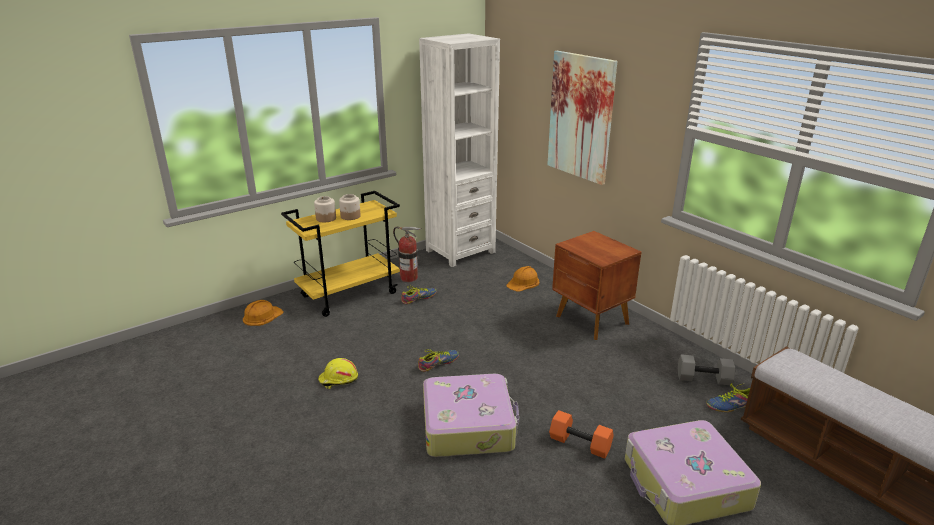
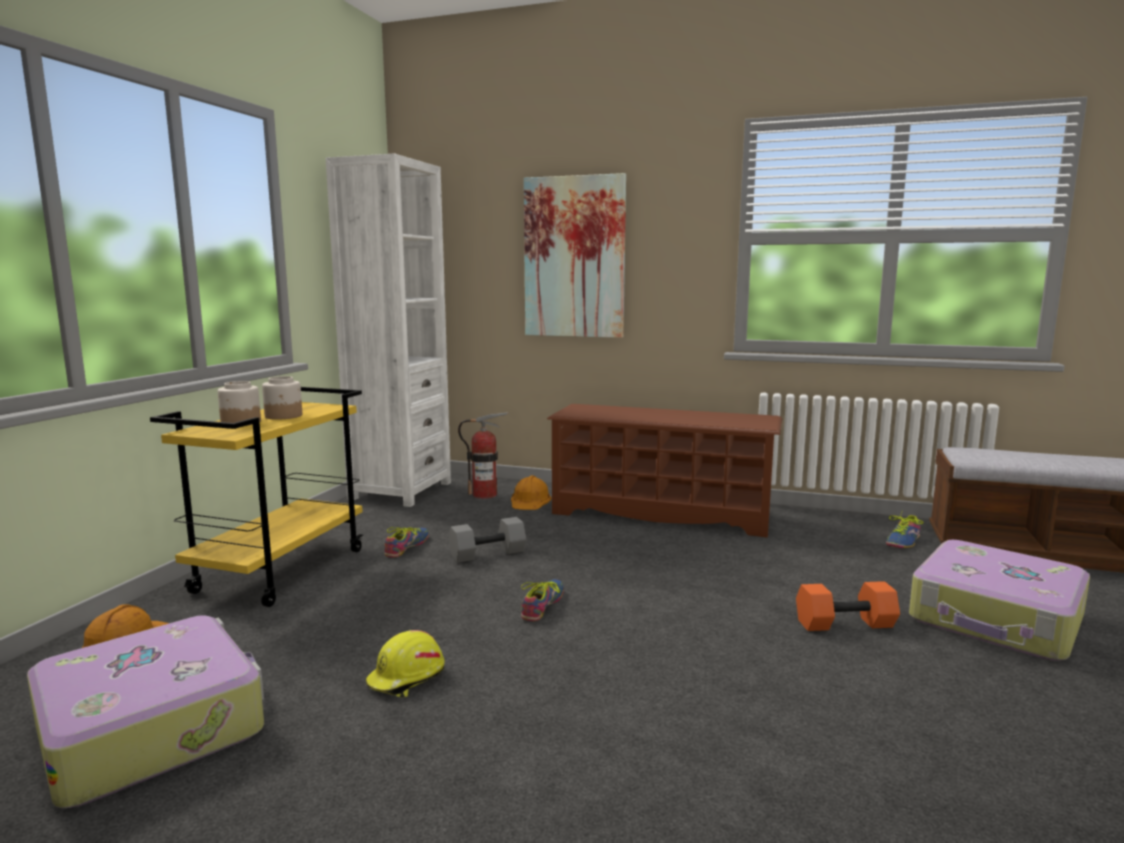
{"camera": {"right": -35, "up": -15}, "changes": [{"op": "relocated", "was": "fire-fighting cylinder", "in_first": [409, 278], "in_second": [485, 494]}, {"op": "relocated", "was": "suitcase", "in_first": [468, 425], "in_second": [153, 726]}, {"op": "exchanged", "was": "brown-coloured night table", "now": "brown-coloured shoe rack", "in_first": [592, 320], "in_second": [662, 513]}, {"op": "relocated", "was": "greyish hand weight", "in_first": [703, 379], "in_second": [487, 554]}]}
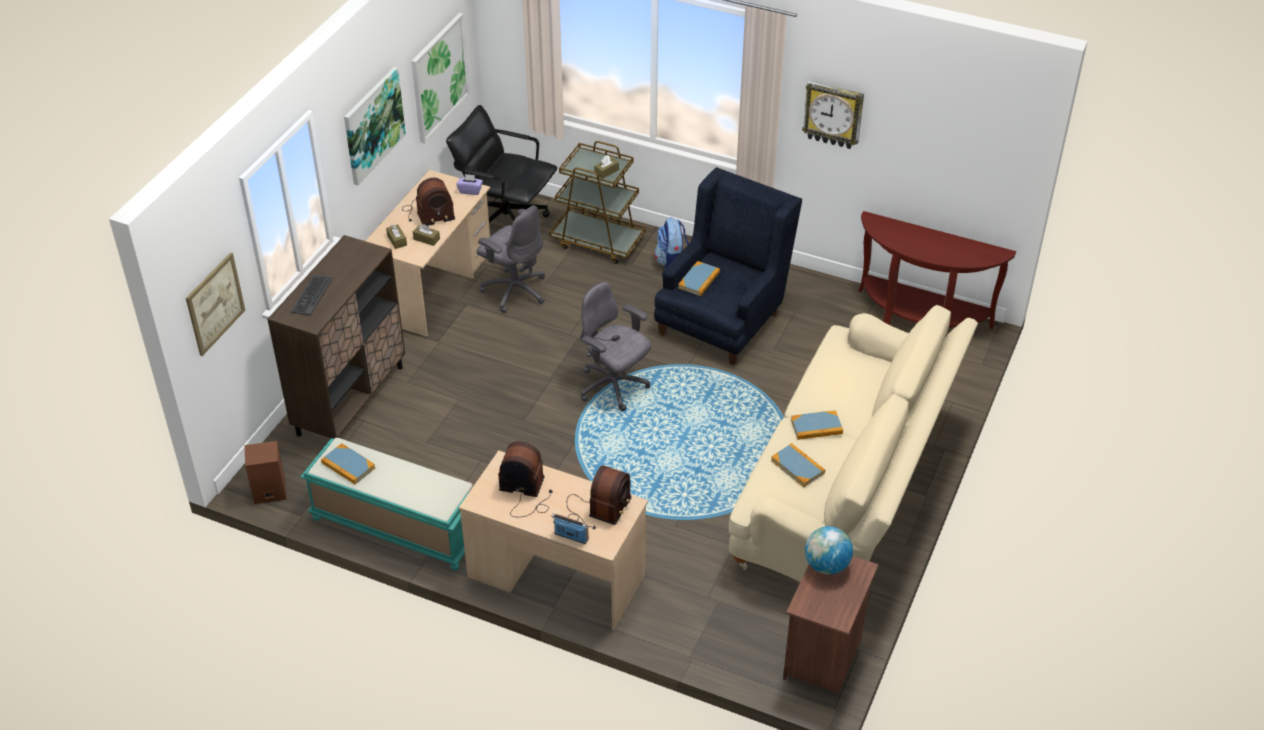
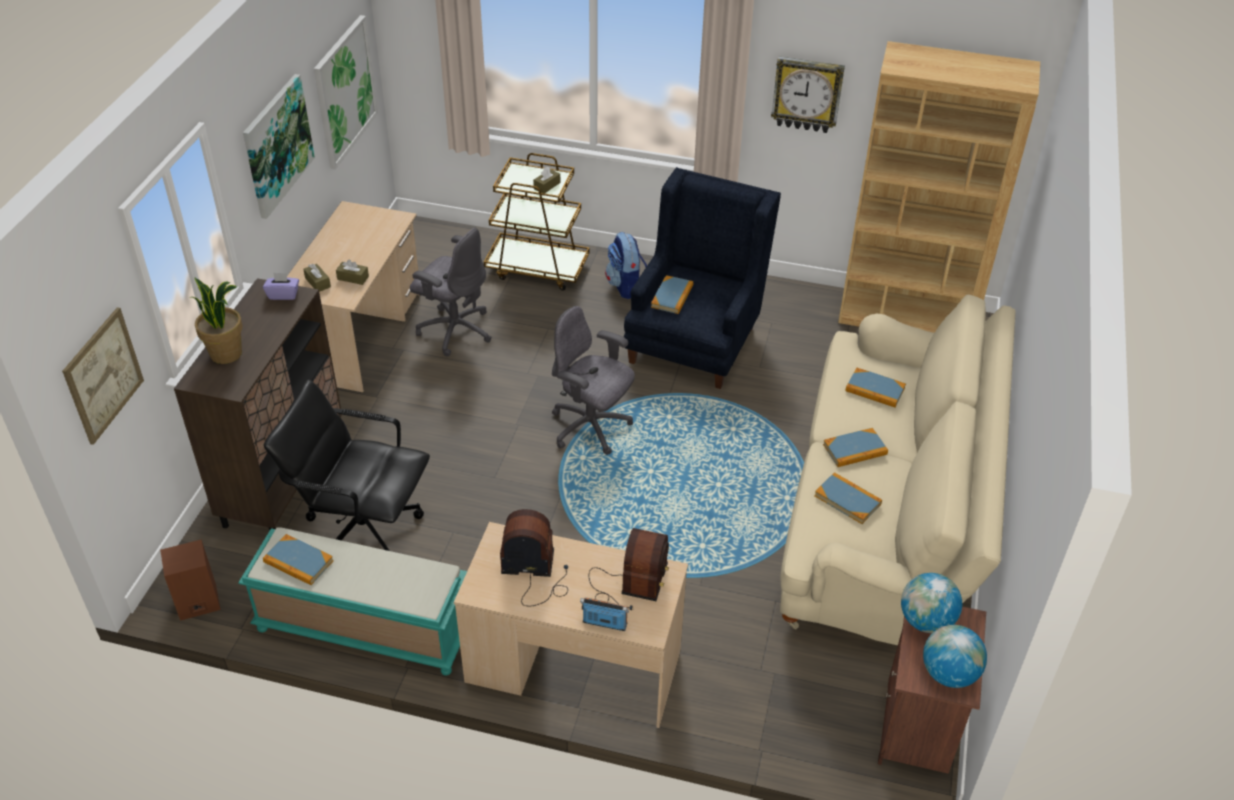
{"camera": {"right": -10, "up": 0}, "changes": [{"op": "exchanged", "was": "PC keyboard", "now": "plant in a pot", "in_first": [311, 295], "in_second": [227, 353]}, {"op": "missing", "was": "radio", "in_first": [428, 213]}, {"op": "relocated", "was": "black computer chair", "in_first": [505, 220], "in_second": [362, 530]}, {"op": "relocated", "was": "purple box of tissues", "in_first": [470, 191], "in_second": [283, 294]}, {"op": "exchanged", "was": "brown-coloured hall table", "now": "brown-coloured shelving unit", "in_first": [920, 319], "in_second": [907, 318]}, {"op": "appeared", "now": "bound book", "in_second": [875, 390]}, {"op": "appeared", "now": "world globe", "in_second": [948, 674]}]}
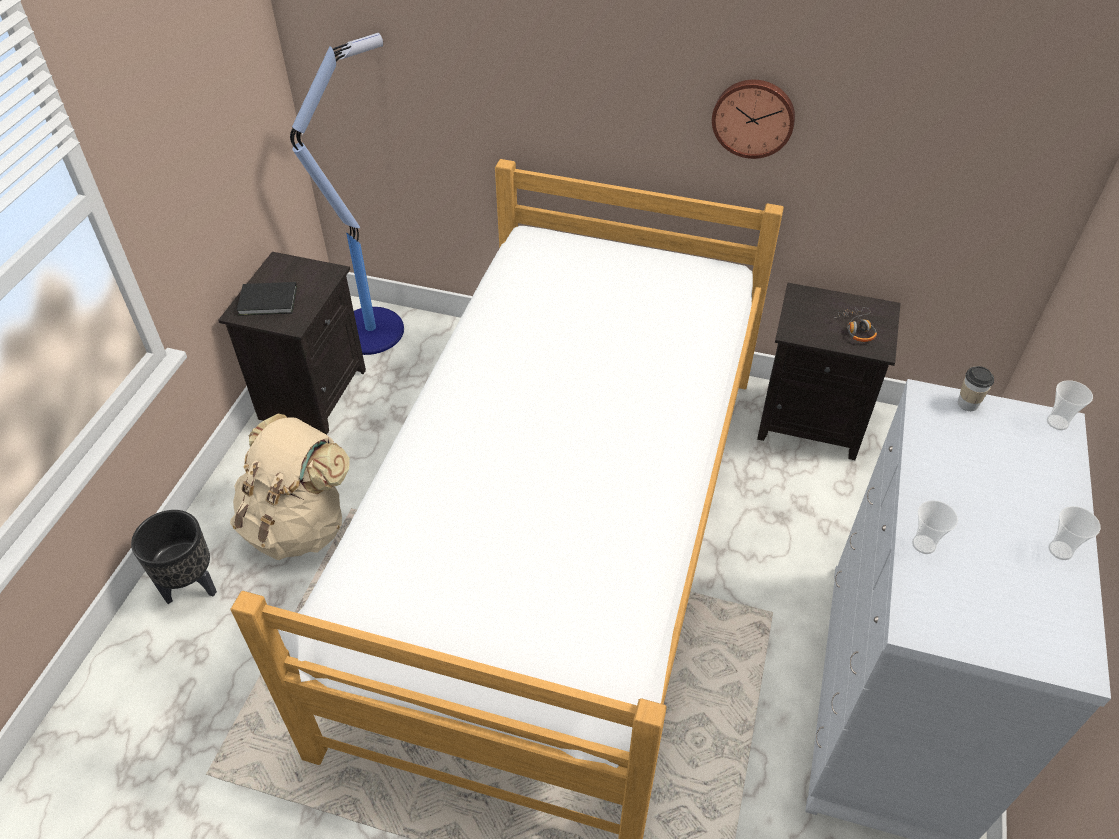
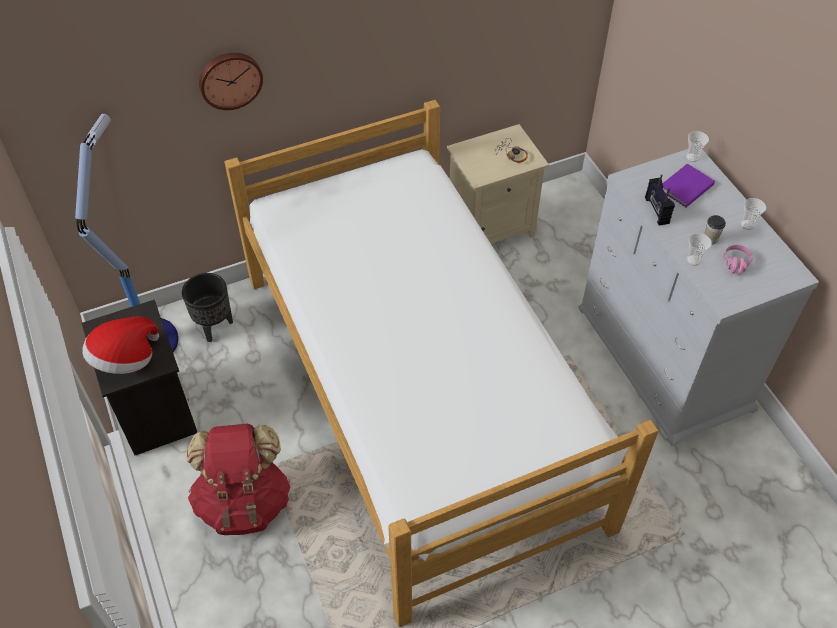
{"camera": {"right": -40, "up": 5}, "changes": [{"op": "relocated", "was": "black plant pot", "in_first": [192, 587], "in_second": [215, 327]}, {"op": "colour", "was": "beige rucksack", "now": "red-coloured rucksack", "in_first": [298, 524], "in_second": [244, 501]}, {"op": "exchanged", "was": "black bound book", "now": "wearable hat", "in_first": [269, 301], "in_second": [125, 359]}, {"op": "relocated", "was": "hanging clock", "in_first": [753, 117], "in_second": [230, 79]}, {"op": "colour", "was": "black night table", "now": "beige night table", "in_first": [812, 421], "in_second": [491, 226]}, {"op": "relocated", "was": "cup", "in_first": [967, 403], "in_second": [710, 239]}, {"op": "appeared", "now": "radio", "in_second": [656, 210]}, {"op": "appeared", "now": "purple bound book", "in_second": [684, 187]}, {"op": "appeared", "now": "pink-coloured headset", "in_second": [735, 267]}]}
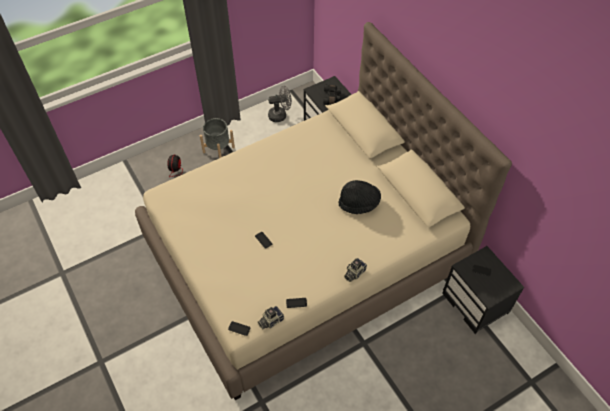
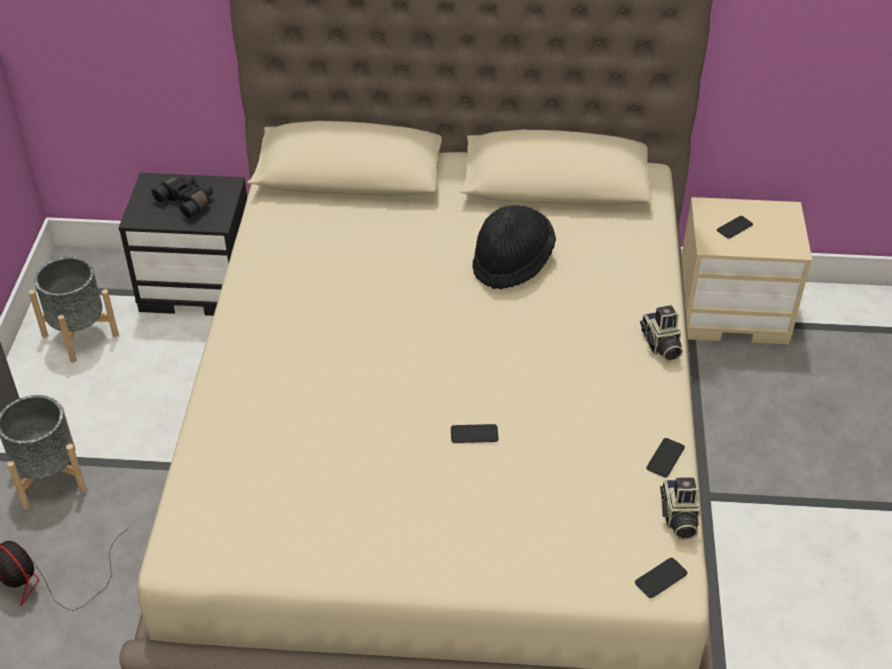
{"camera": {"right": -55, "up": -10}, "changes": [{"op": "exchanged", "was": "greyish cooling fan", "now": "greyish plant pot", "in_first": [280, 115], "in_second": [80, 335]}, {"op": "colour", "was": "black night table", "now": "beige night table", "in_first": [476, 303], "in_second": [733, 311]}]}
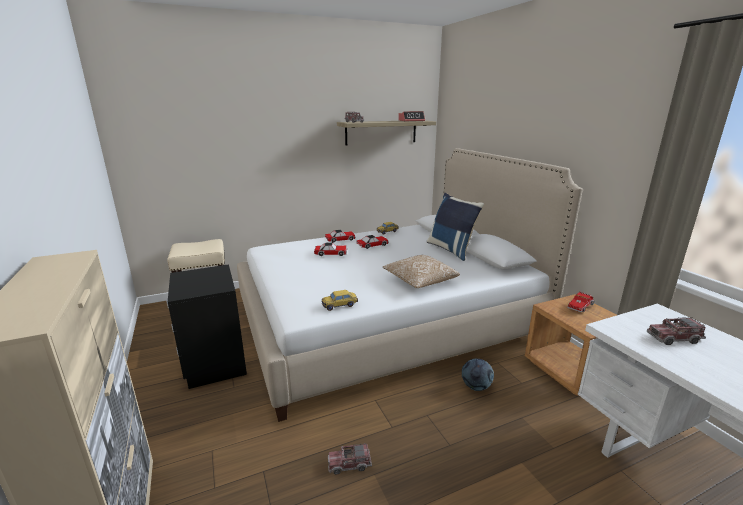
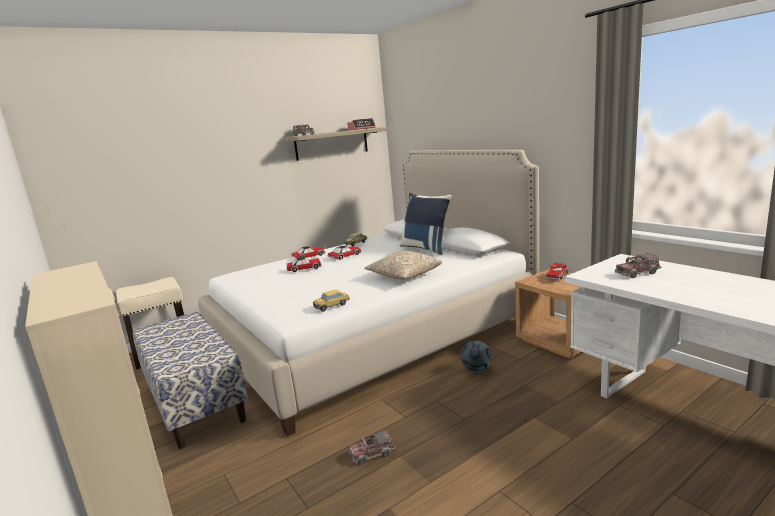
{"camera": {"right": -10, "up": -5}, "changes": [{"op": "exchanged", "was": "black night table", "now": "bench", "in_first": [214, 363], "in_second": [195, 402]}]}
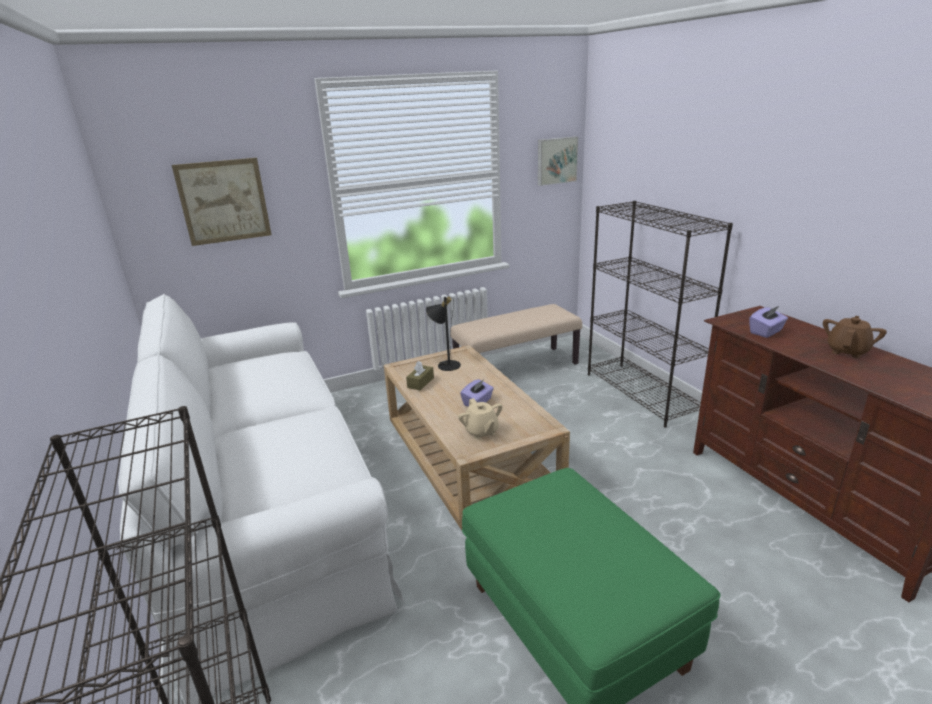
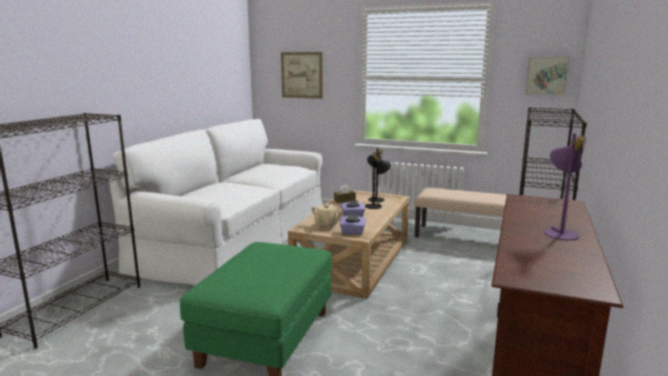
{"camera": {"right": 45, "up": -10}, "changes": [{"op": "relocated", "was": "purple box of tissues", "in_first": [766, 332], "in_second": [352, 232]}, {"op": "exchanged", "was": "brown-coloured pot for tea", "now": "purple table lamp", "in_first": [847, 351], "in_second": [559, 232]}, {"op": "appeared", "now": "black table lamp", "in_second": [376, 206]}]}
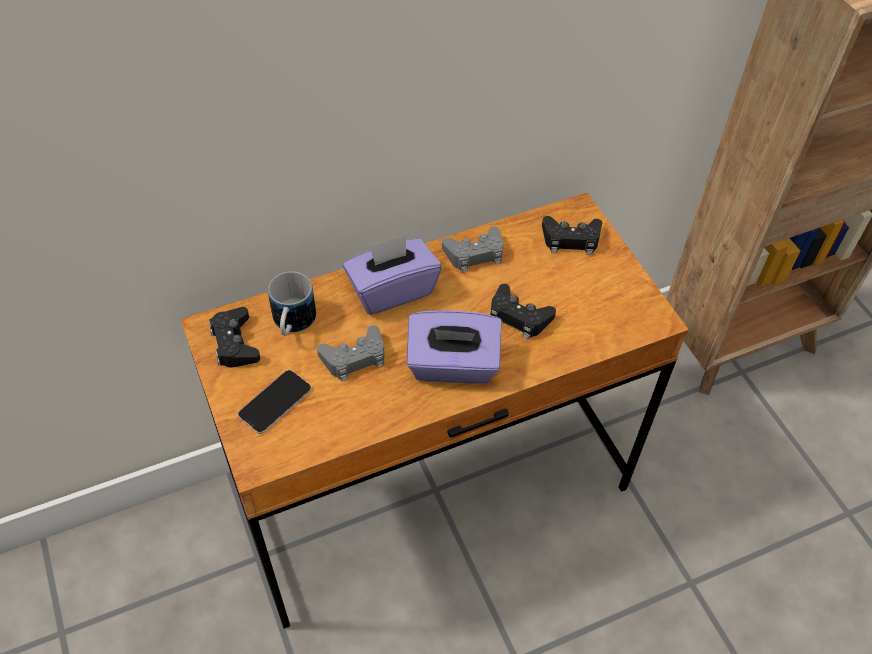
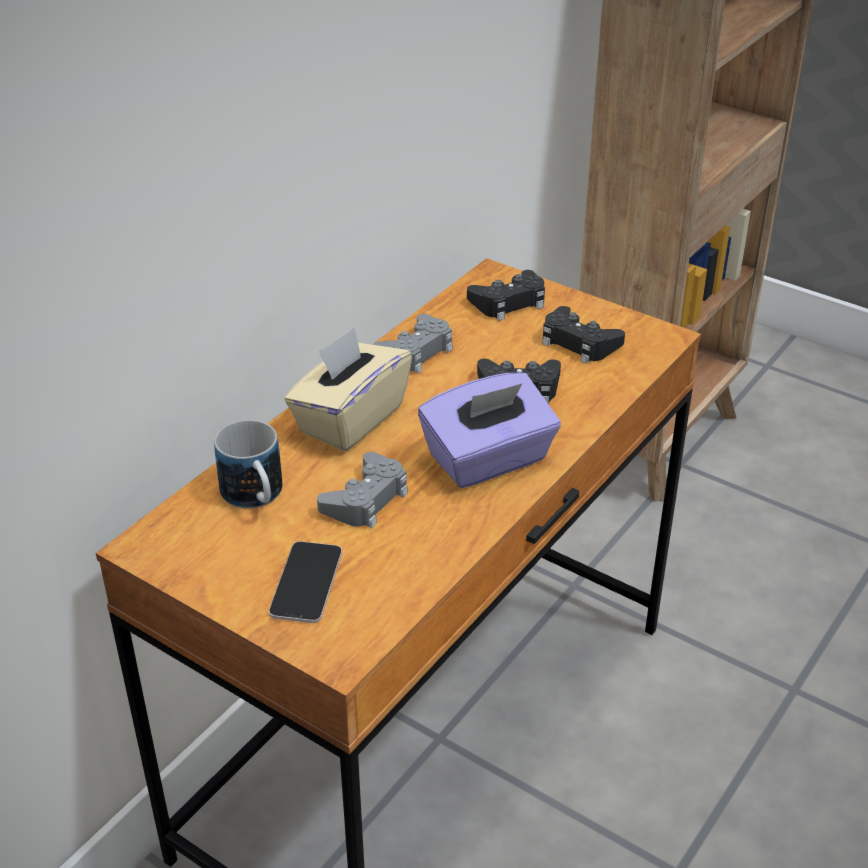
{"camera": {"right": -30, "up": -15}, "changes": [{"op": "relocated", "was": "black joypad", "in_first": [234, 343], "in_second": [578, 343]}, {"op": "colour", "was": "purple box of tissues", "now": "beige box of tissues", "in_first": [391, 290], "in_second": [350, 419]}]}
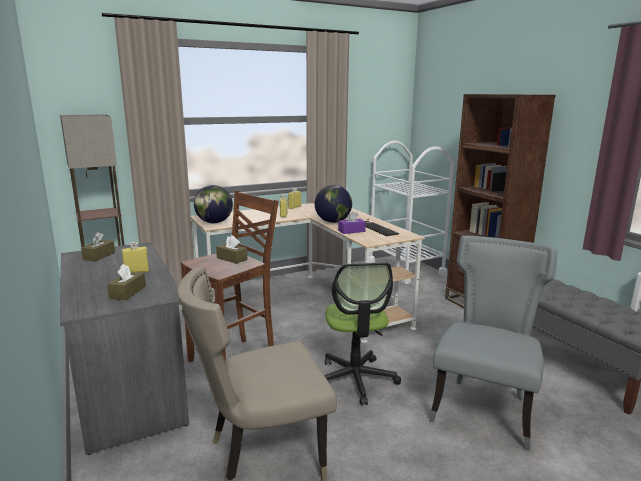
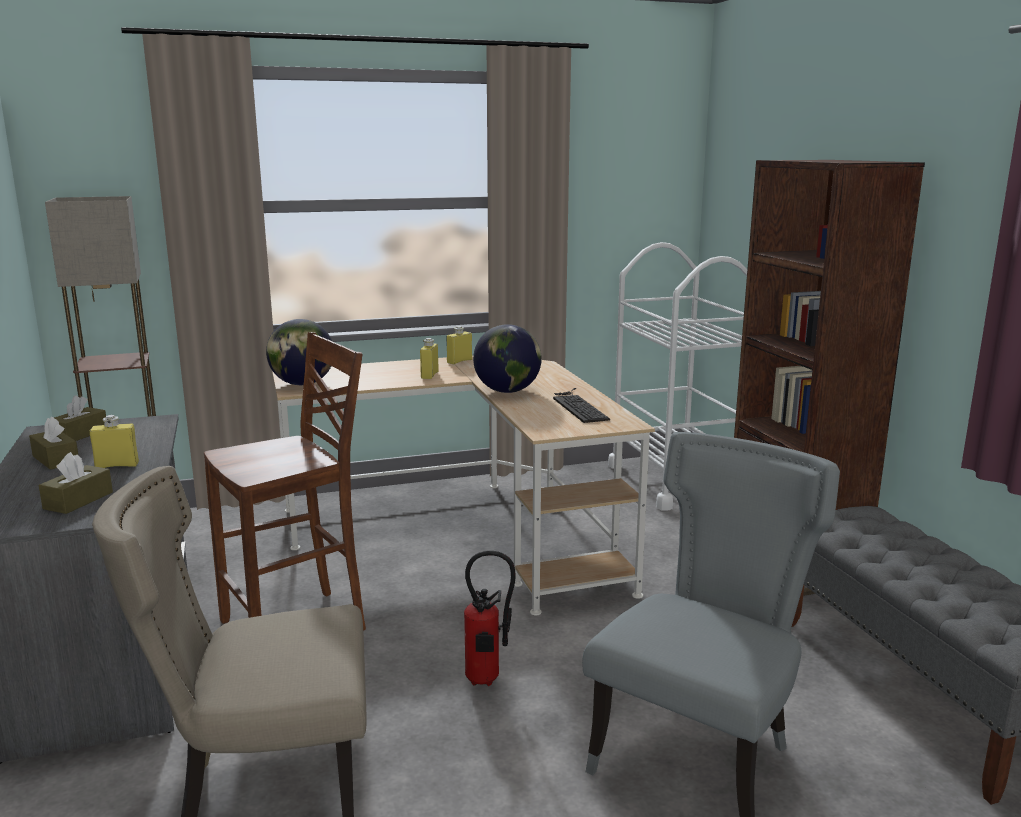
{"camera": {"right": 10, "up": 0}, "changes": [{"op": "relocated", "was": "brown-coloured box of tissues", "in_first": [232, 259], "in_second": [56, 459]}, {"op": "exchanged", "was": "computer chair", "now": "fire-fighting cylinder", "in_first": [355, 379], "in_second": [488, 681]}, {"op": "missing", "was": "purple box of tissues", "in_first": [351, 231]}]}
